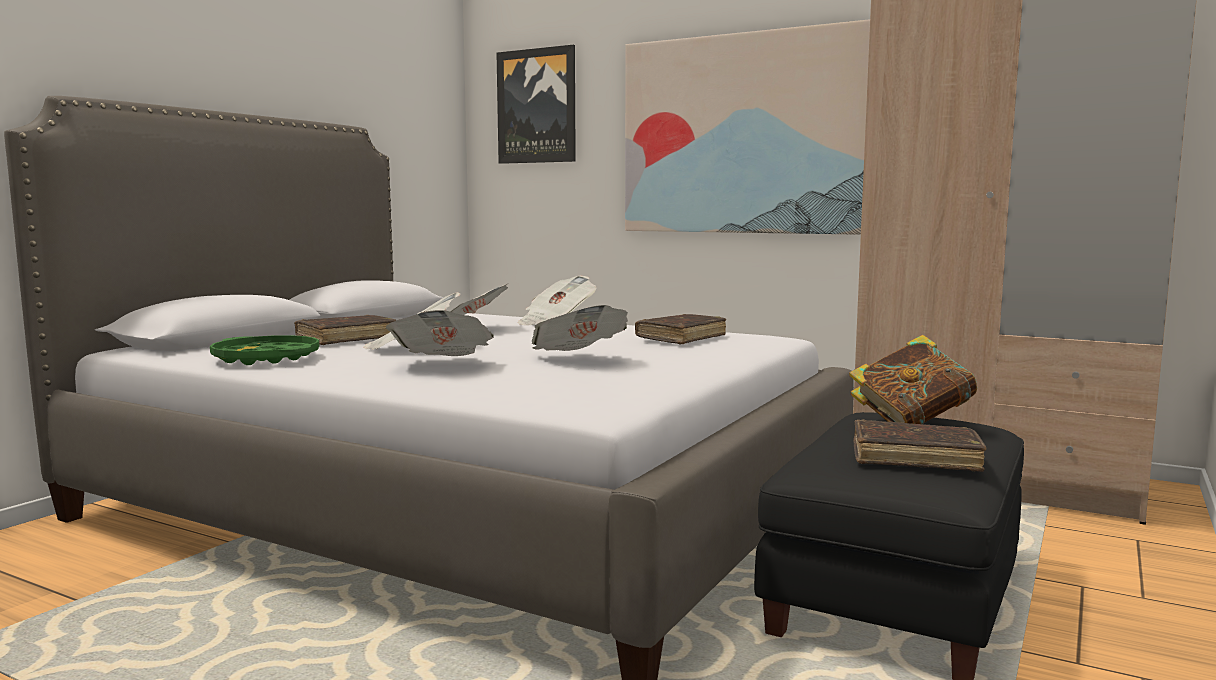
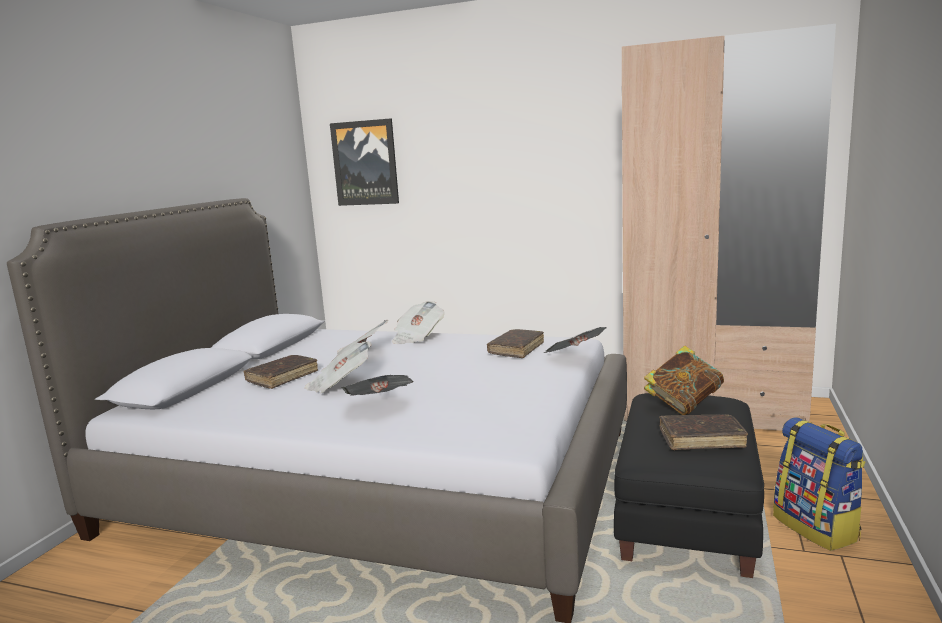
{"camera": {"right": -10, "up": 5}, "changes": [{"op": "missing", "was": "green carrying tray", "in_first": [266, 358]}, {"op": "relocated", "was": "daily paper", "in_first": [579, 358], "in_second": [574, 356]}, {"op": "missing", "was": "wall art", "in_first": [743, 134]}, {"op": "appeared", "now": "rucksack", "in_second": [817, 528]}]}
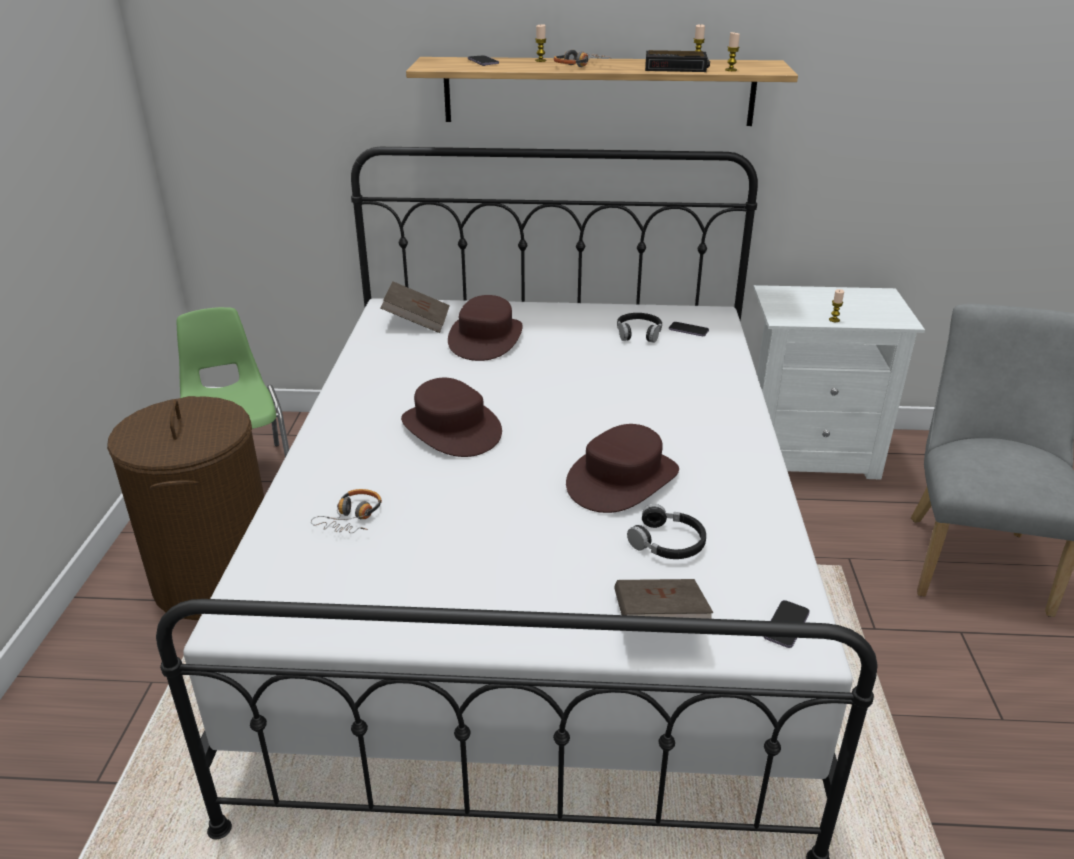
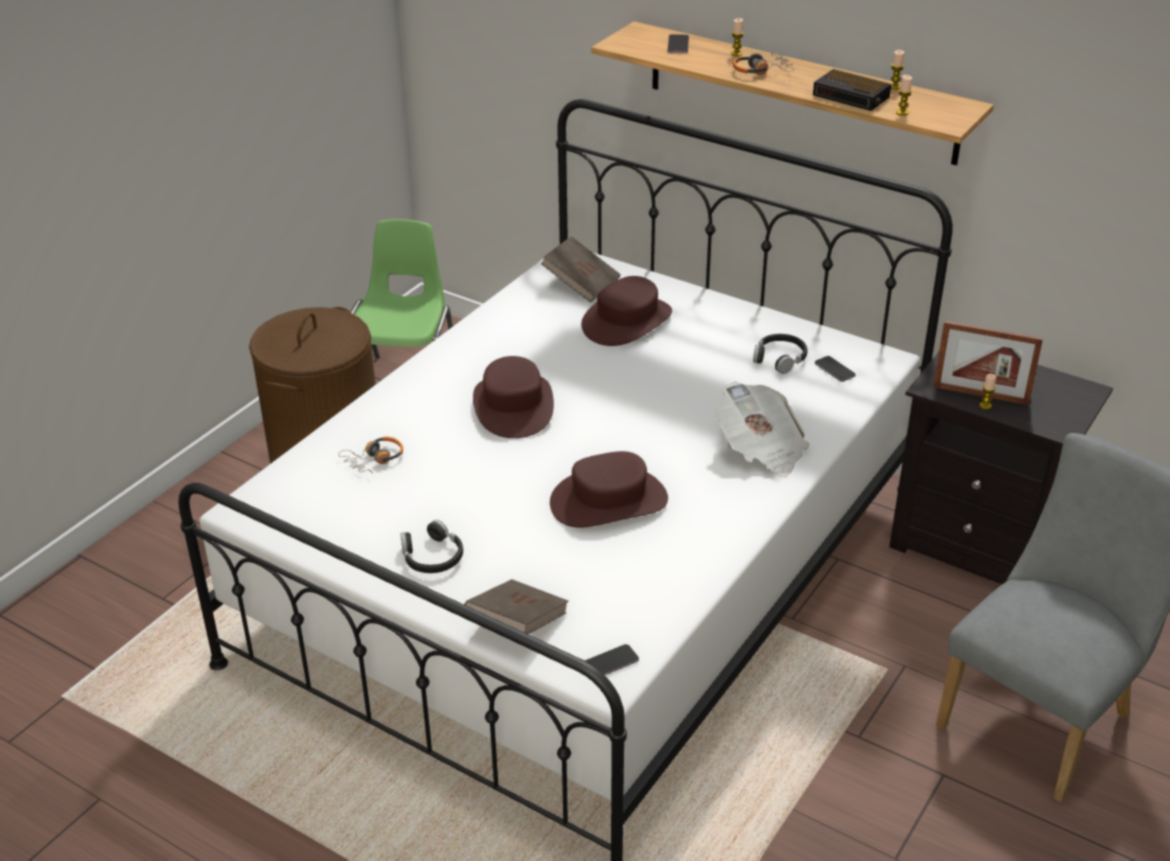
{"camera": {"right": 30, "up": 5}, "changes": [{"op": "relocated", "was": "black headset", "in_first": [668, 543], "in_second": [432, 557]}, {"op": "colour", "was": "white night table", "now": "black night table", "in_first": [808, 453], "in_second": [979, 546]}, {"op": "appeared", "now": "daily paper", "in_second": [761, 450]}, {"op": "appeared", "now": "picture frame", "in_second": [980, 394]}]}
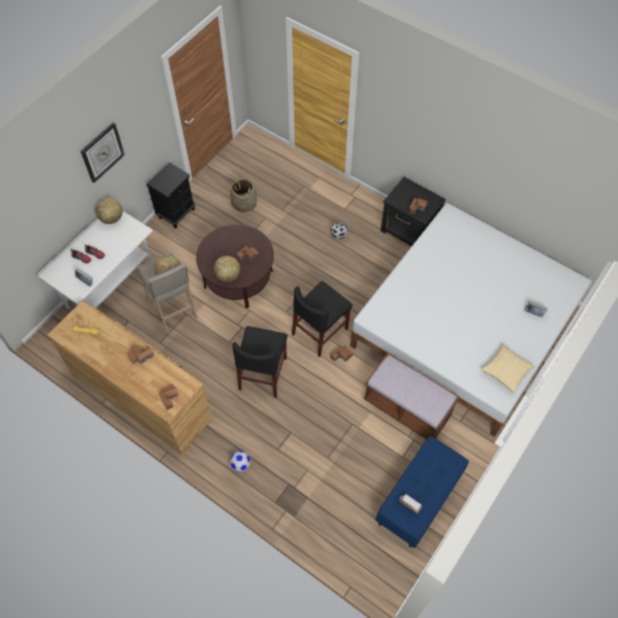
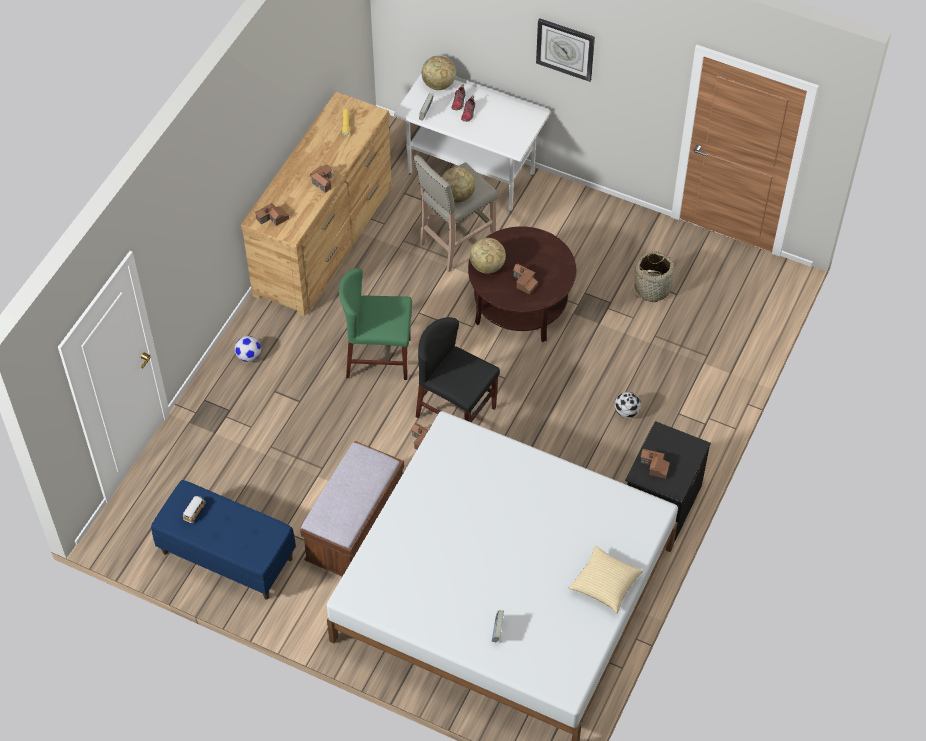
{"camera": {"right": 80, "up": -5}, "changes": [{"op": "relocated", "was": "world globe", "in_first": [112, 218], "in_second": [438, 85]}, {"op": "missing", "was": "black night table", "in_first": [176, 213]}, {"op": "colour", "was": "black upright chair", "now": "green upright chair", "in_first": [263, 373], "in_second": [378, 358]}, {"op": "relocated", "was": "pillow", "in_first": [506, 371], "in_second": [605, 584]}]}
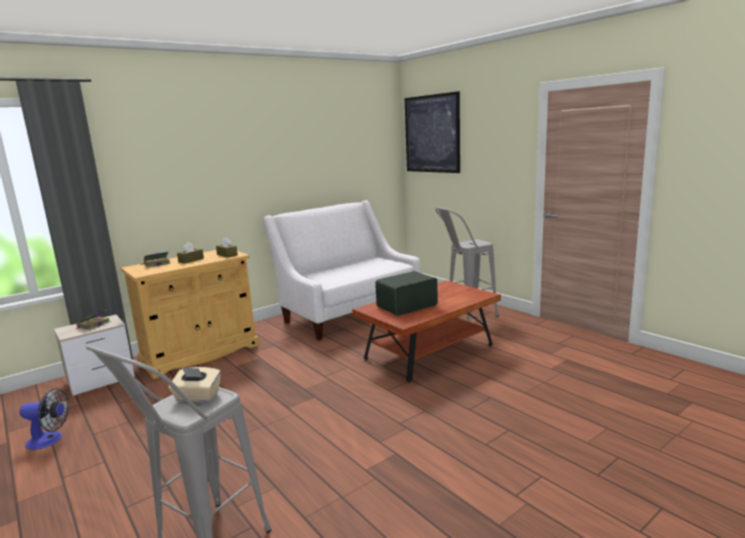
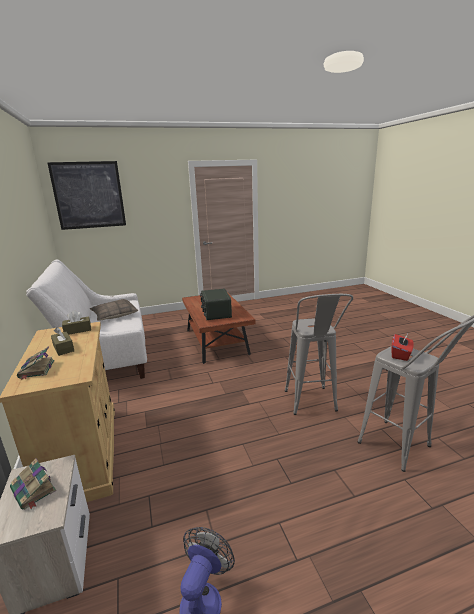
{"camera": {"right": -70, "up": 5}, "changes": [{"op": "colour", "was": "beige box of tissues", "now": "red-coloured box of tissues", "in_first": [197, 397], "in_second": [401, 354]}, {"op": "relocated", "was": "greyish stool seat", "in_first": [465, 316], "in_second": [312, 406]}, {"op": "appeared", "now": "pillow", "in_second": [114, 315]}]}
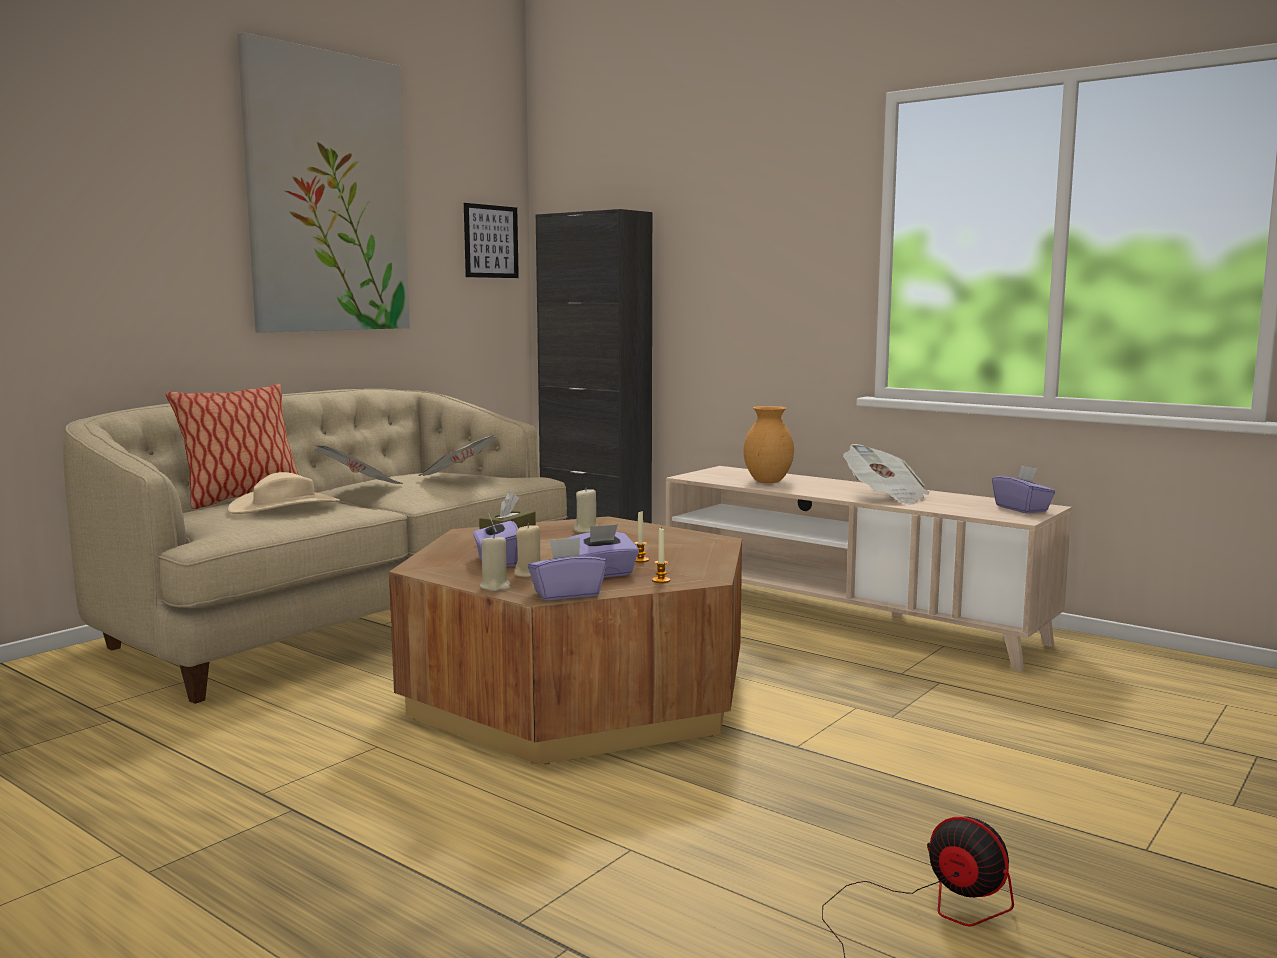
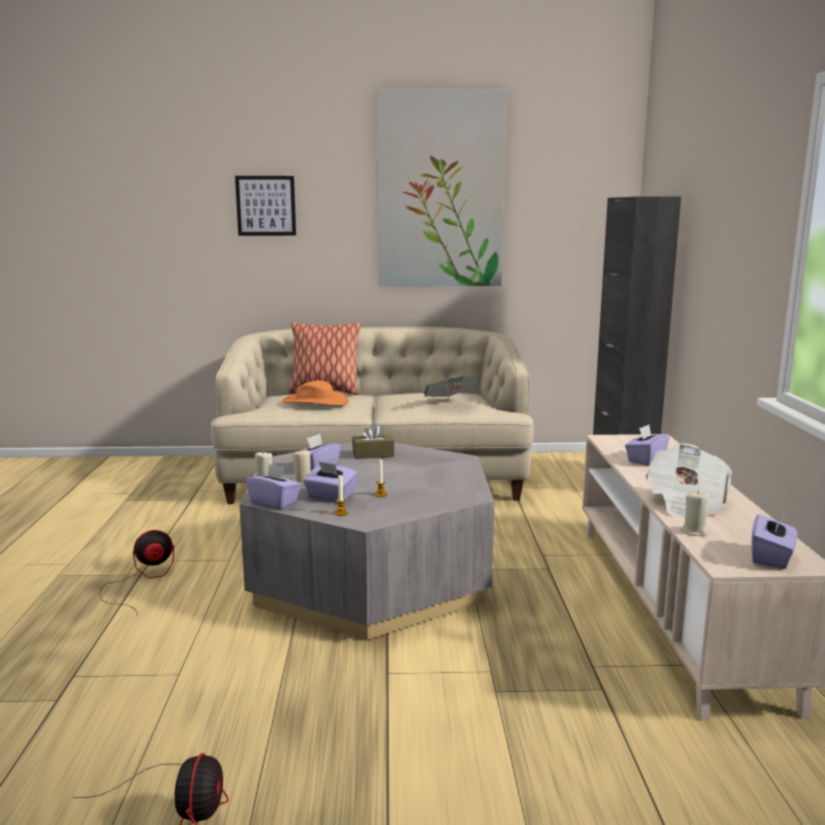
{"camera": {"right": 50, "up": 5}, "changes": [{"op": "colour", "was": "beige wearable hat", "now": "orangey wearable hat", "in_first": [285, 506], "in_second": [315, 402]}, {"op": "missing", "was": "daily paper", "in_first": [360, 488]}, {"op": "colour", "was": "brown-coloured low table", "now": "greyish low table", "in_first": [578, 692], "in_second": [371, 574]}, {"op": "relocated", "was": "wall art", "in_first": [490, 241], "in_second": [266, 206]}, {"op": "relocated", "was": "beige wax light", "in_first": [586, 530], "in_second": [694, 532]}, {"op": "exchanged", "was": "brown-coloured decorative vase", "now": "purple box of tissues", "in_first": [768, 482], "in_second": [645, 459]}, {"op": "appeared", "now": "cooling fan", "in_second": [142, 580]}]}
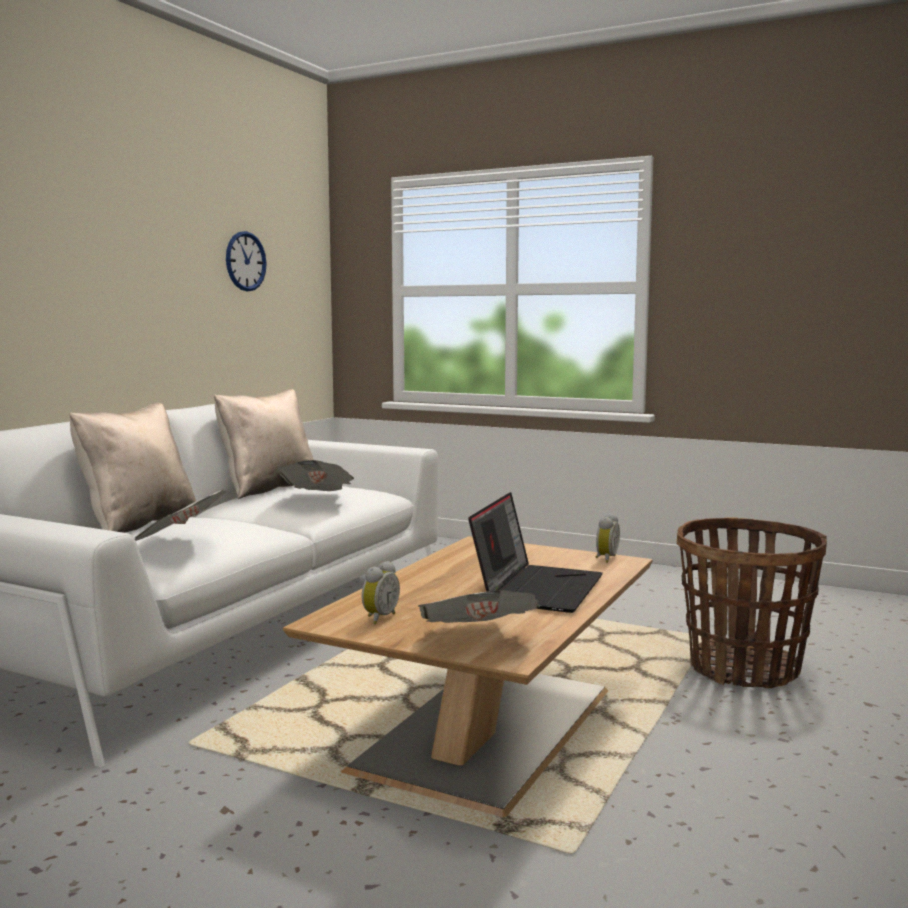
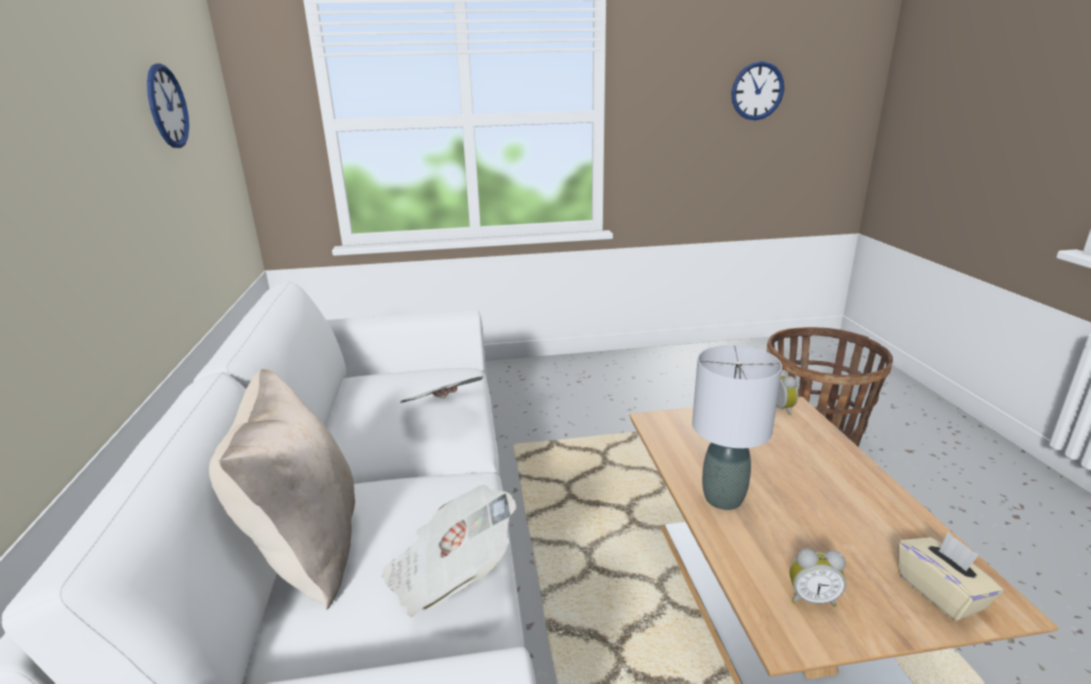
{"camera": {"right": -35, "up": 15}, "changes": [{"op": "missing", "was": "beige pillow", "in_first": [268, 489]}, {"op": "spun", "was": "bedside clock", "in_first": [378, 618], "in_second": [811, 598], "clockwise": 105}, {"op": "exchanged", "was": "daily paper", "now": "beige box of tissues", "in_first": [478, 641], "in_second": [941, 593]}, {"op": "missing", "was": "laptop", "in_first": [537, 588]}, {"op": "appeared", "now": "greyish table lamp", "in_second": [724, 499]}, {"op": "appeared", "now": "hanging clock", "in_second": [757, 91]}]}
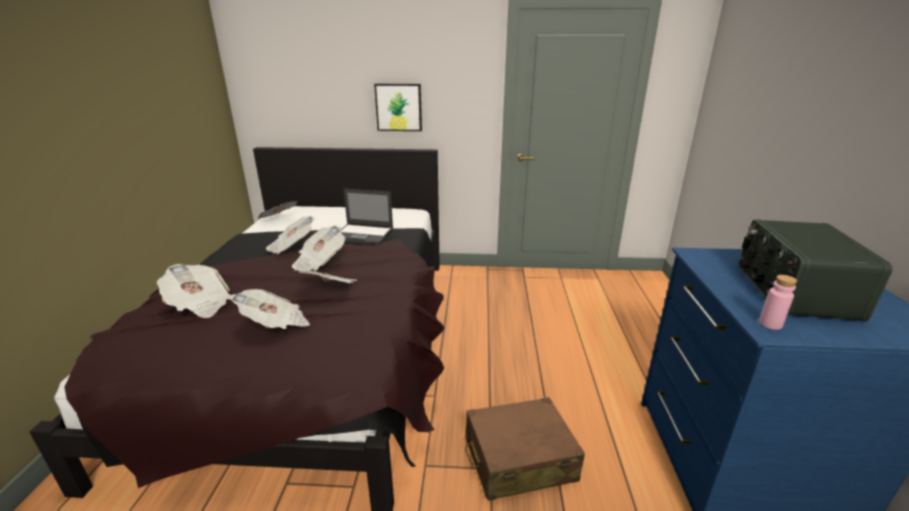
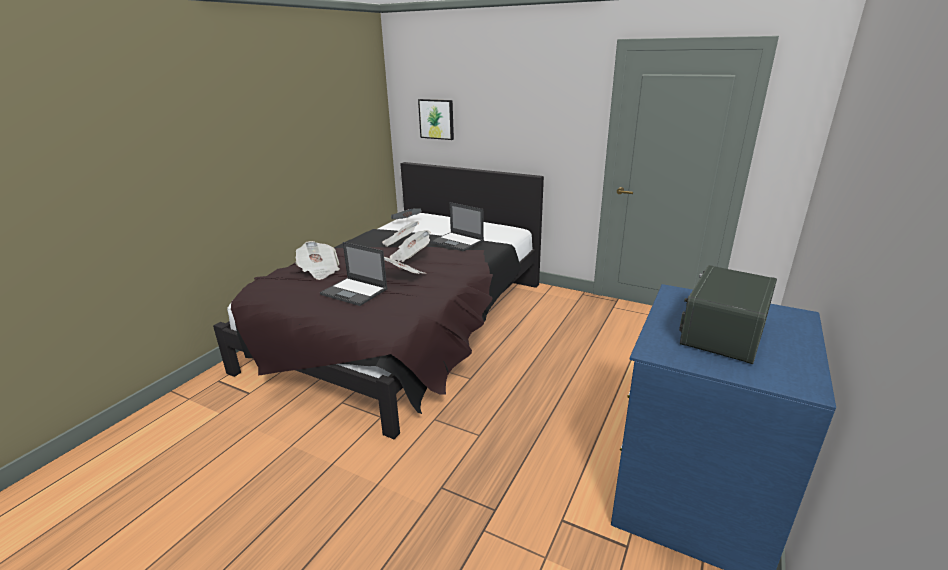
{"camera": {"right": 25, "up": 0}, "changes": [{"op": "exchanged", "was": "daily paper", "now": "laptop", "in_first": [275, 325], "in_second": [355, 291]}, {"op": "relocated", "was": "wall art", "in_first": [399, 107], "in_second": [437, 119]}, {"op": "missing", "was": "brown-coloured suitcase", "in_first": [518, 459]}, {"op": "missing", "was": "pink-coloured drink bottle", "in_first": [770, 324]}]}
